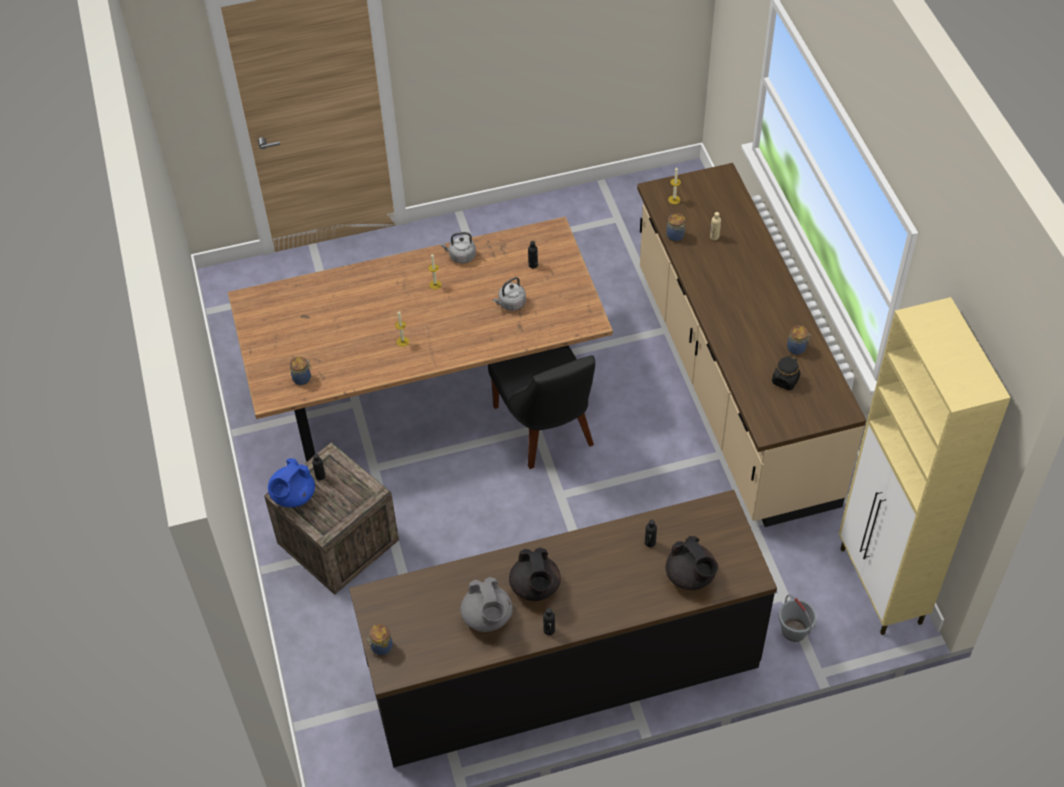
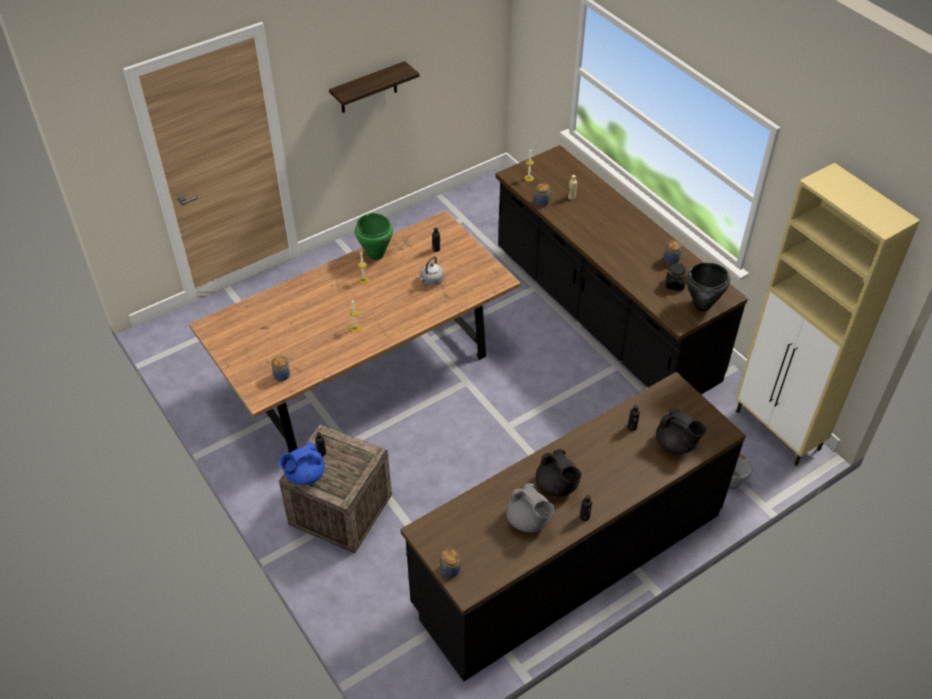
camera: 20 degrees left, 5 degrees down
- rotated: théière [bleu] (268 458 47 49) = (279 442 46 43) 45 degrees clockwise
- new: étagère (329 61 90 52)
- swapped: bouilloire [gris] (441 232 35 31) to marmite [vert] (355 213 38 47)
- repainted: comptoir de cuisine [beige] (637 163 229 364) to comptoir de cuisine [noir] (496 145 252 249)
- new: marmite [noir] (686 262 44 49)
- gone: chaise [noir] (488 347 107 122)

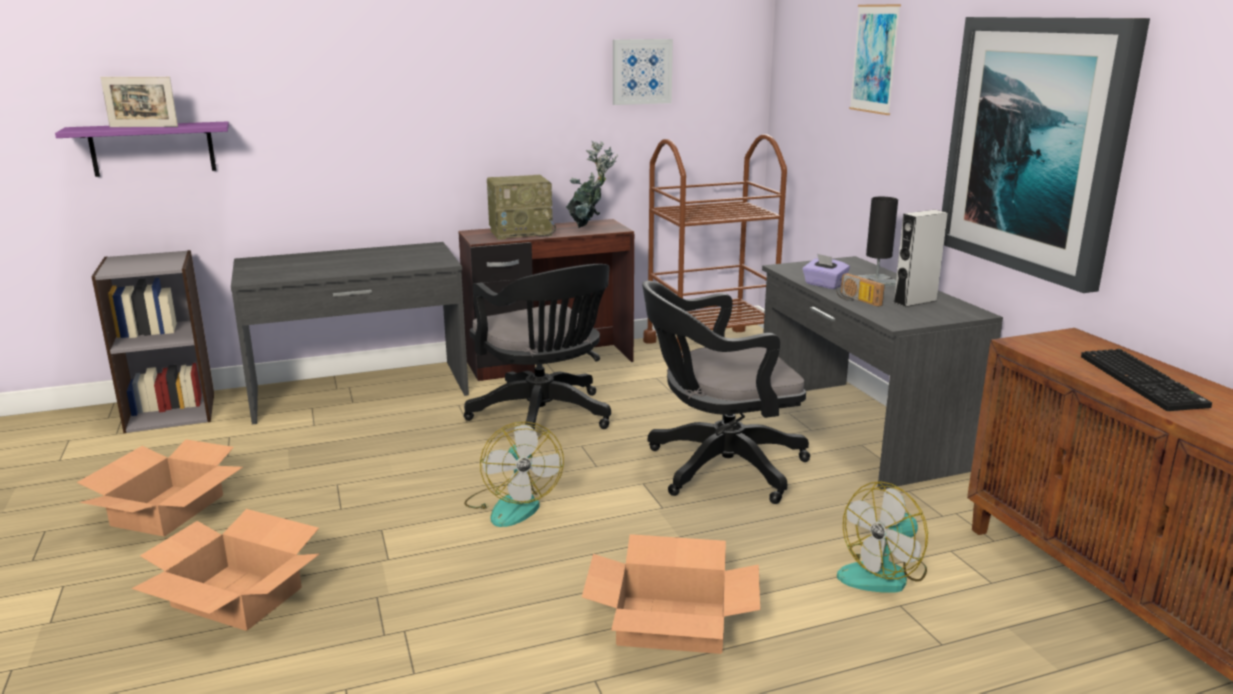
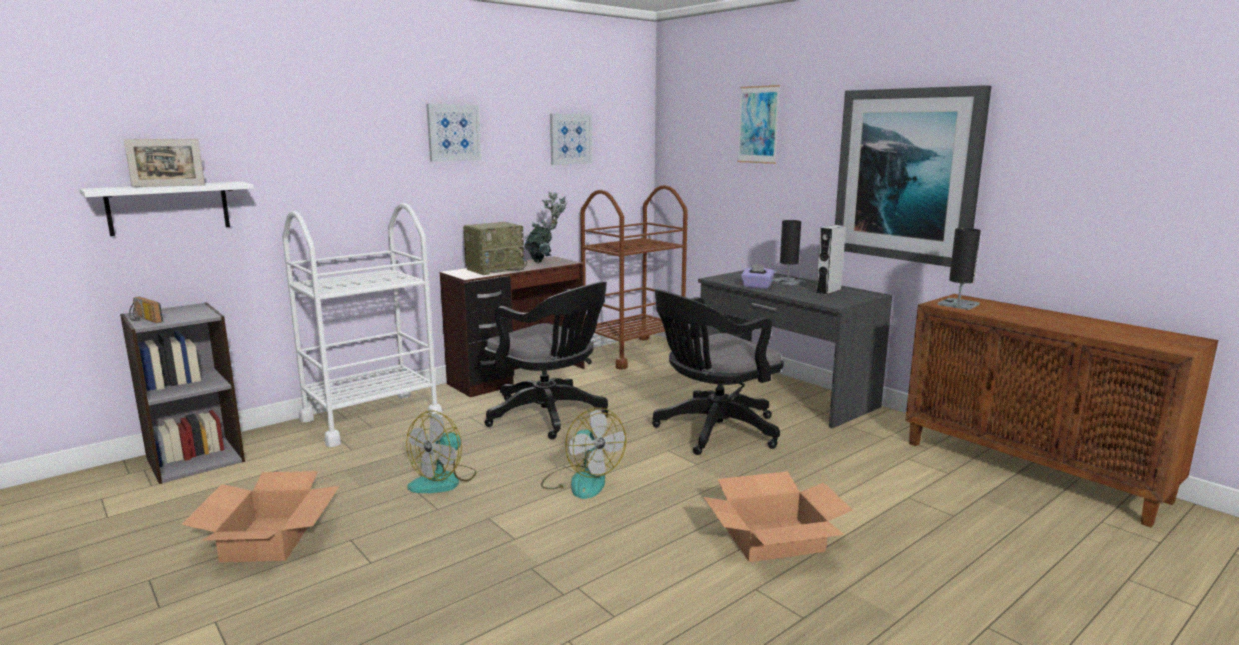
camera: 20 degrees left, 5 degrees down
- repainted: étagère [violet] (55 121 174 56) to étagère [blanc] (79 182 175 54)
- shifted: radio (836 273 49 34) to (129 296 34 27)
- swapped: bureau [gris] (231 242 238 183) to chariot [blanc] (282 203 161 244)
- shifted: ventilateur (837 481 91 112) to (406 411 70 82)
- new: tableau (426 104 55 58)
- new: lampe de table [noir] (938 228 43 82)
- gone: carton (131 509 188 122)
- gone: clavier (1081 349 131 62)

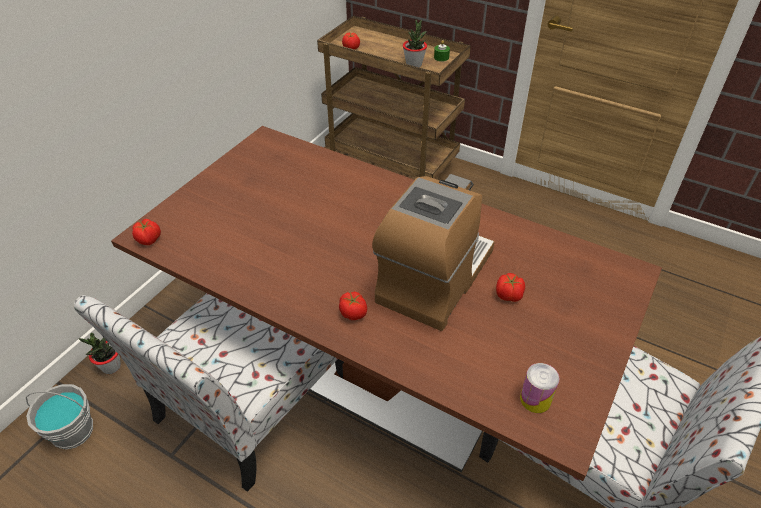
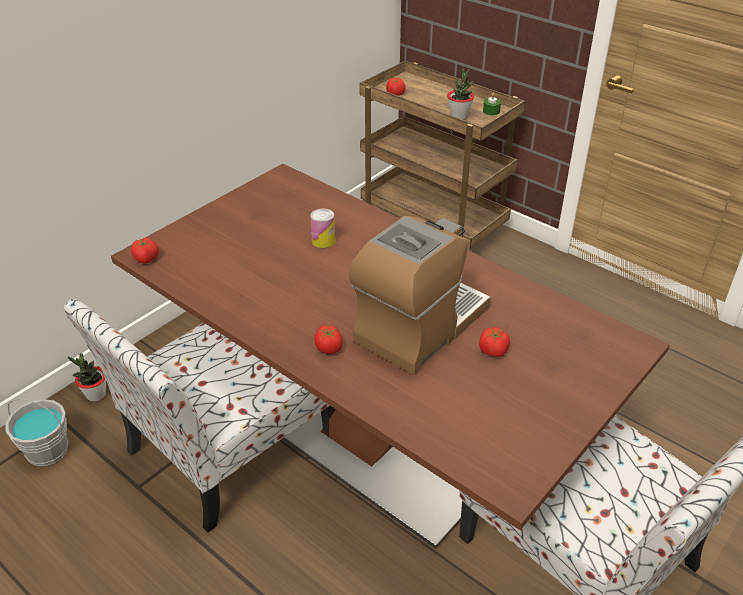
camera: 10 degrees right, 5 degrees down
- shifted: boîte métallique (520 363 39 50) to (310 208 25 40)

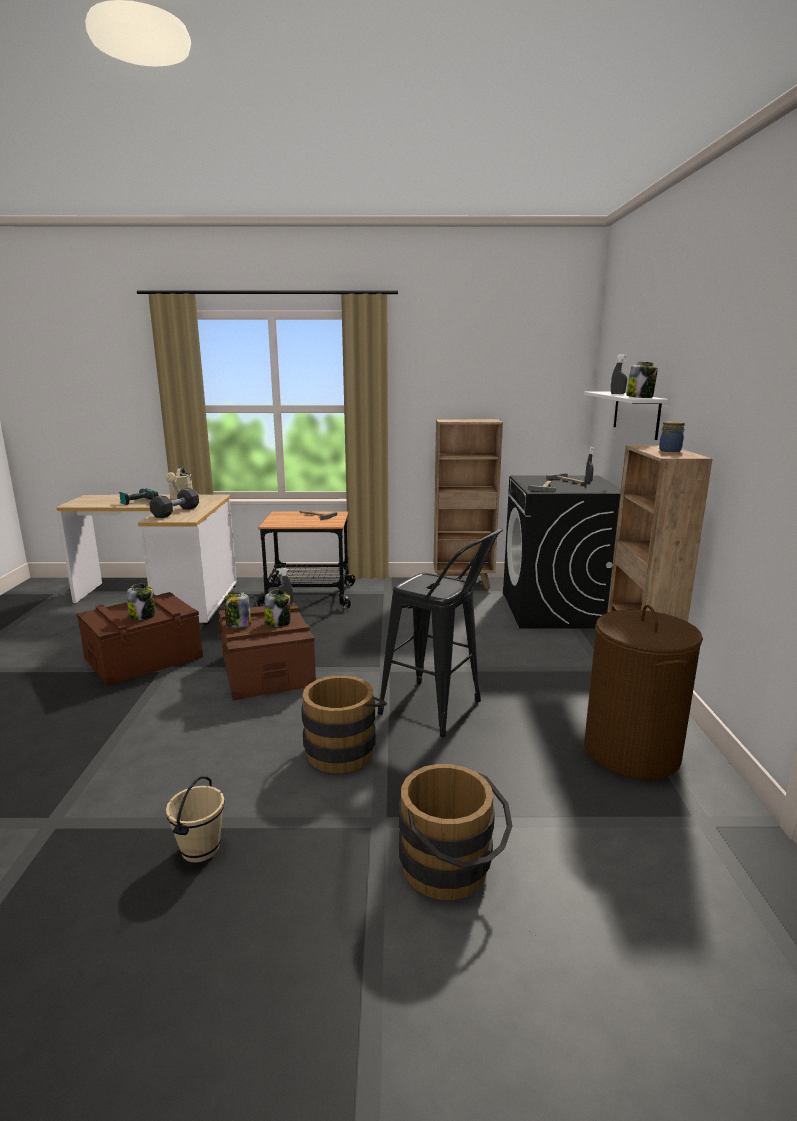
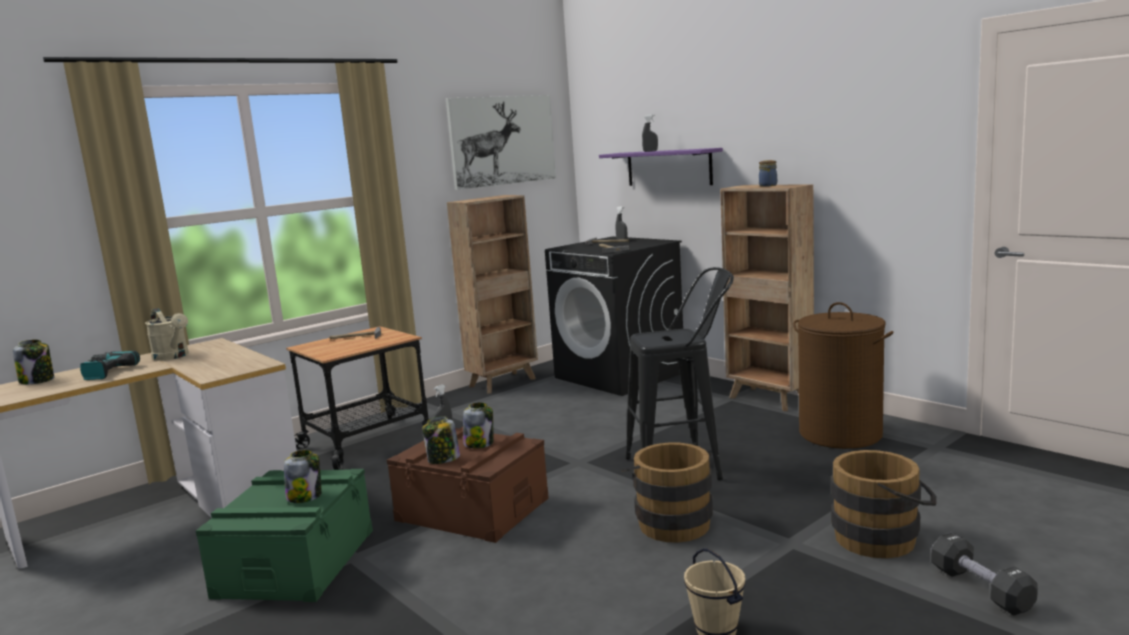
camera: 40 degrees left, 5 degrees down
- shifted: bocal (626 362 32 36) to (13 340 41 44)
- repainted: boîte de rangement [marron] (77 592 126 94) to boîte de rangement [vert] (196 469 177 133)
- new: tableau (446 95 110 95)
- repainted: étagère [blanc] (584 391 85 49) to étagère [violet] (599 148 124 38)
- shifted: haltère [noir] (149 488 50 30) to (931 532 107 83)

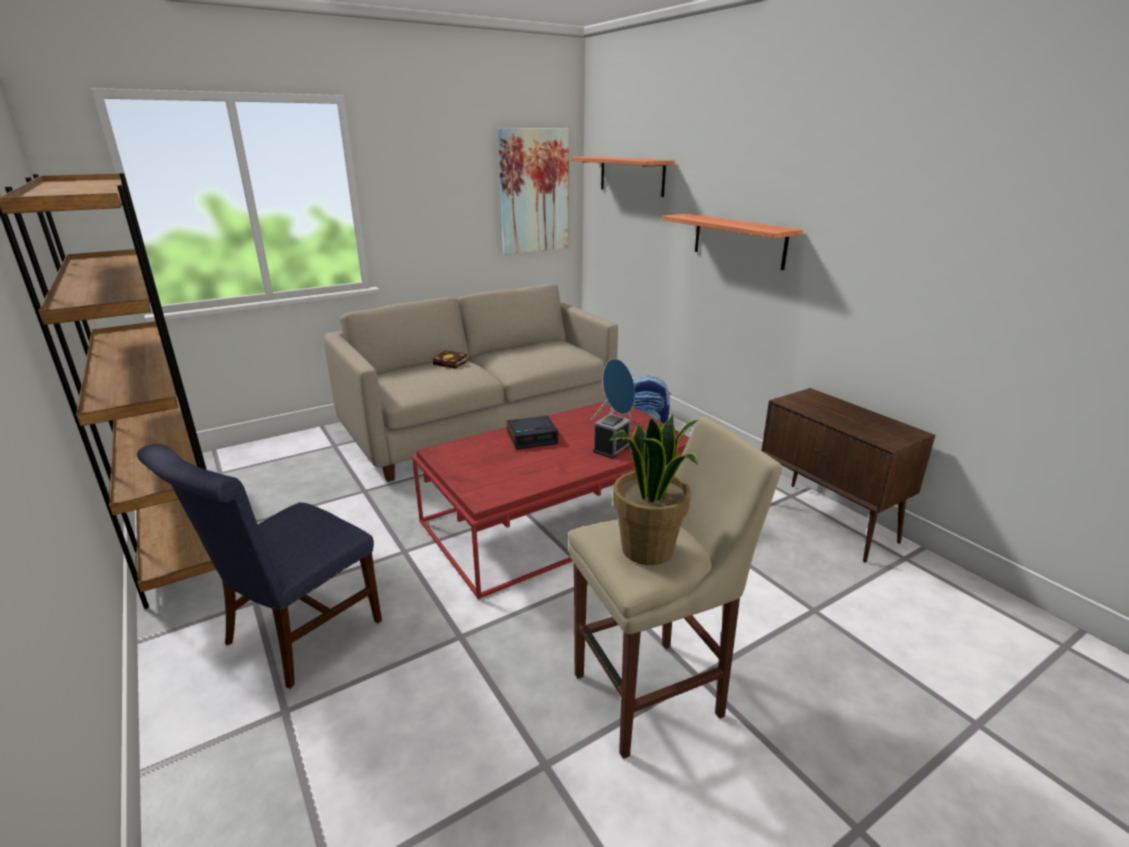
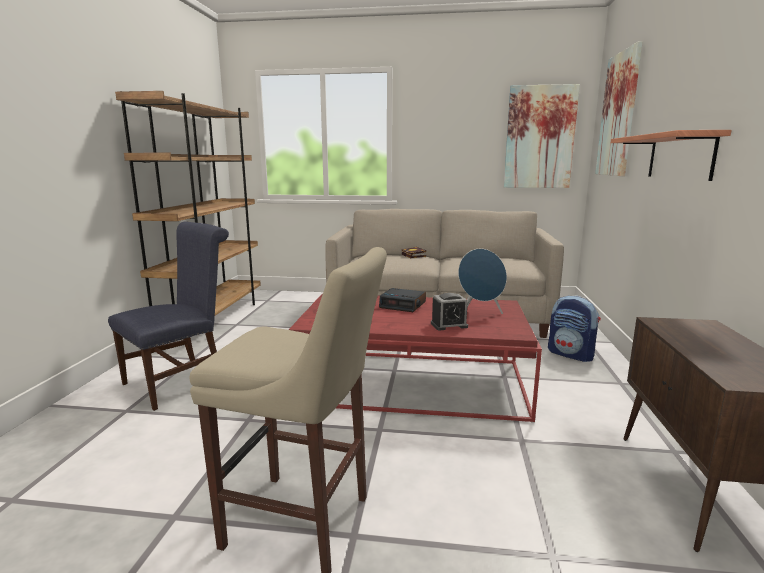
camera: 40 degrees right, 10 degrees down
- rotated: chaise [bleu] (137 444 245 245) = (108 221 121 190) 150 degrees clockwise
- swapped: étagère (571 156 104 41) to tableau (595 41 48 135)
- gone: plante en pot (610 415 88 150)

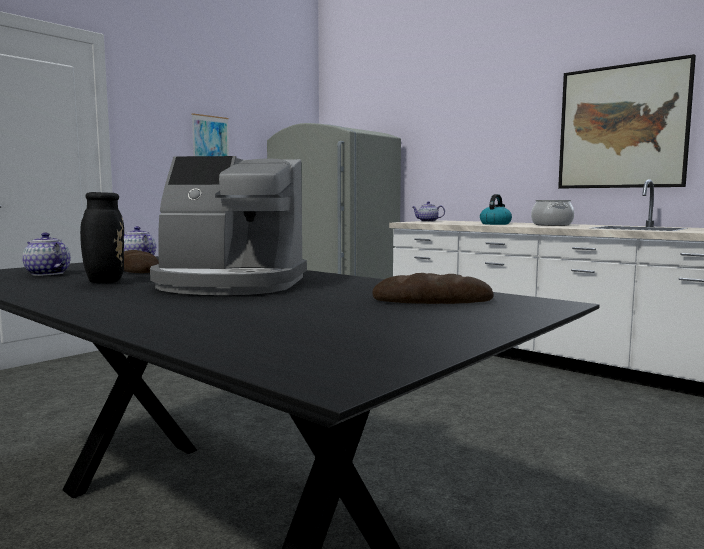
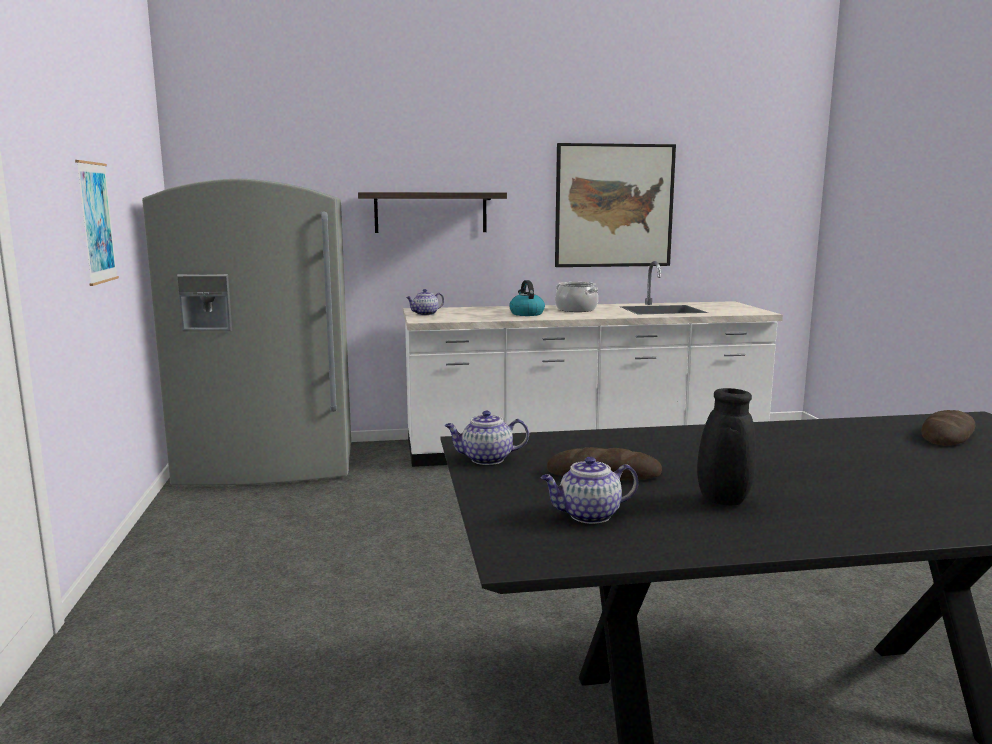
camera: 50 degrees left, 5 degrees up
- new: étagère (358 192 149 41)
- gone: machine à café (150 156 157 139)

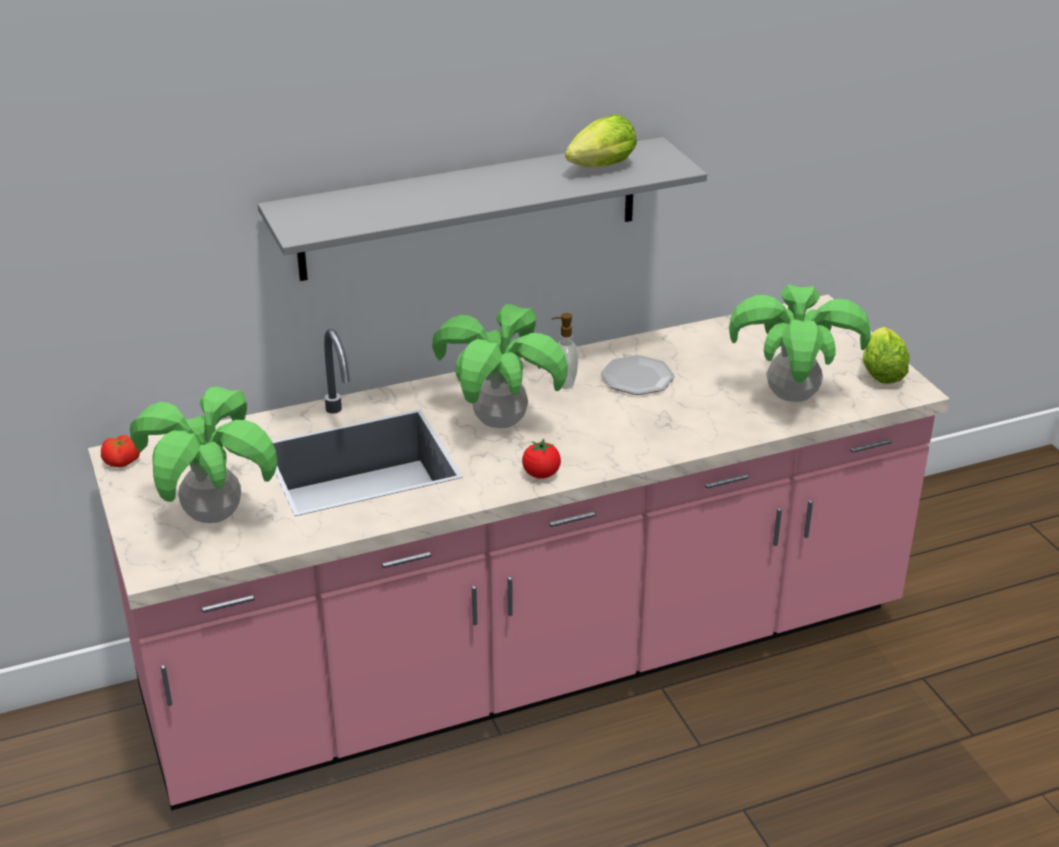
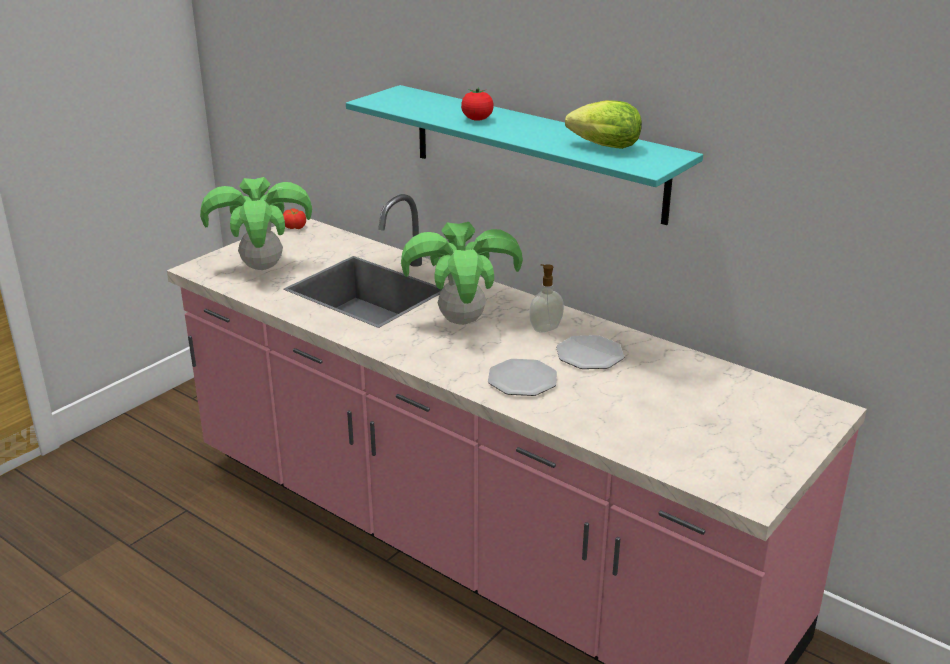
camera: 60 degrees right, 5 degrees down
- repainted: étagère [gris] (258 137 449 144) to étagère [turquoise] (346 85 357 140)
- shifted: tomate (522 439 39 40) to (461 88 33 33)
- new: assiette (488 359 69 37)
- gone: plante en pot (729 285 142 117)
- gone: laitue (863 327 46 57)

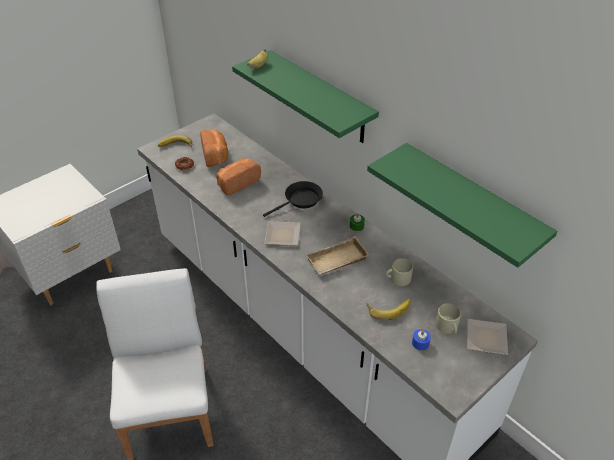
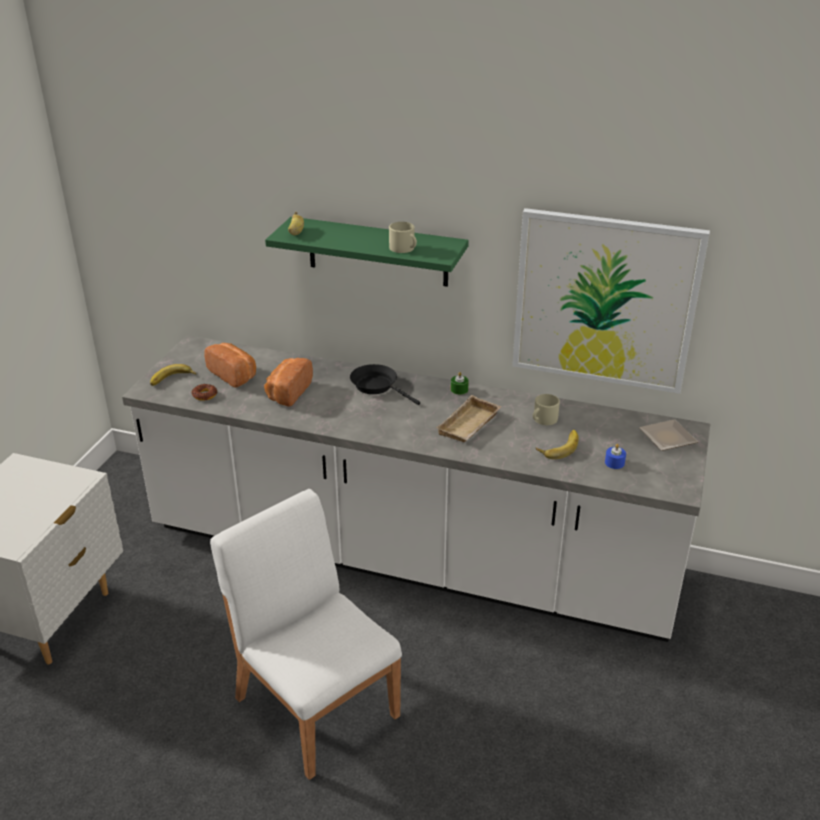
camera: 30 degrees left, 10 degrees down
- rotated: poêle [noir] (263 181 60 36) = (350 364 70 41) 75 degrees counterclockwise
- shifted: mug [beige] (436 303 25 31) to (389 222 28 31)
- swapped: étagère [vert] (367 143 190 125) to tableau (512 208 198 186)
- gone: assiette (264 221 37 25)

